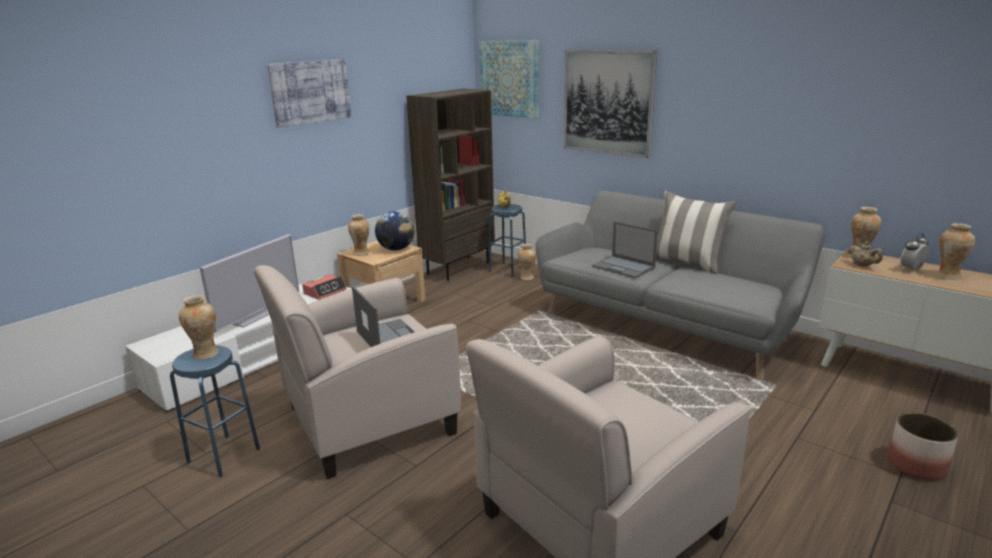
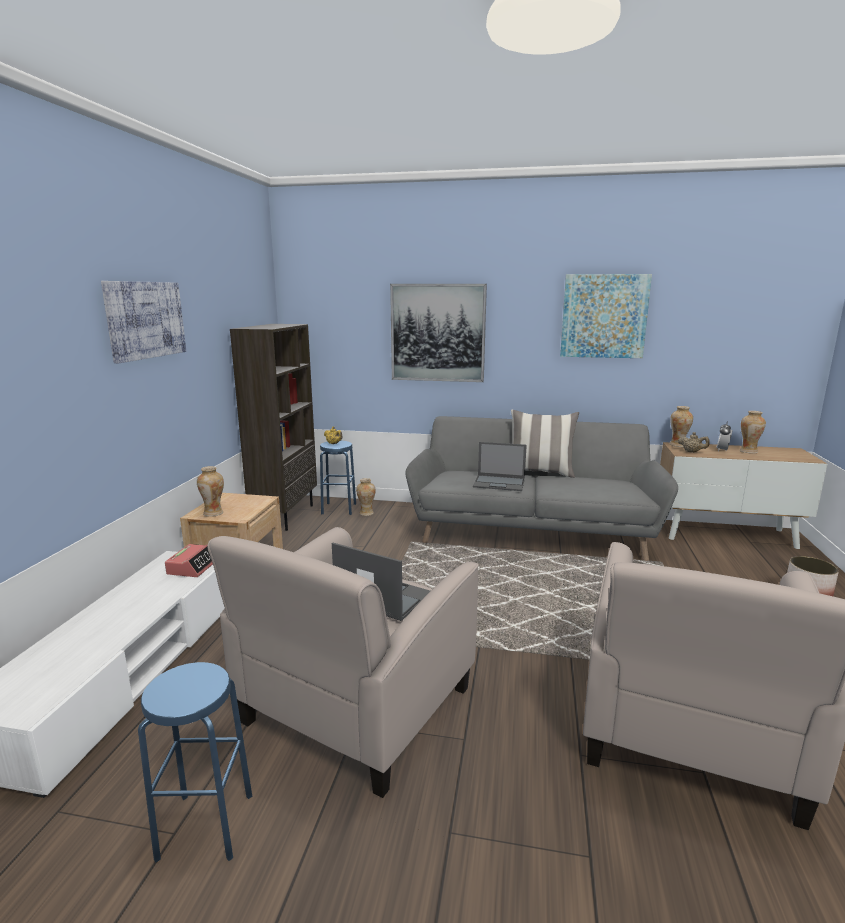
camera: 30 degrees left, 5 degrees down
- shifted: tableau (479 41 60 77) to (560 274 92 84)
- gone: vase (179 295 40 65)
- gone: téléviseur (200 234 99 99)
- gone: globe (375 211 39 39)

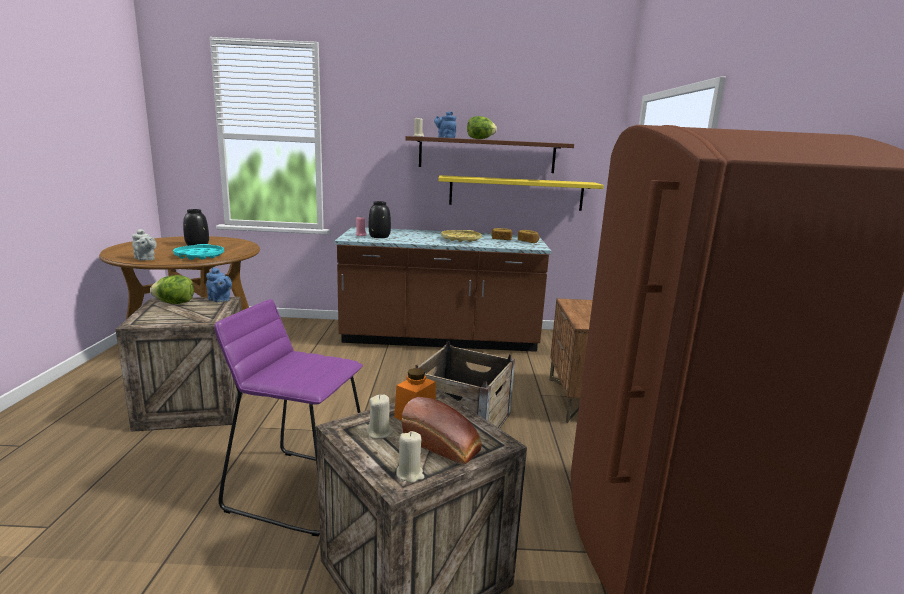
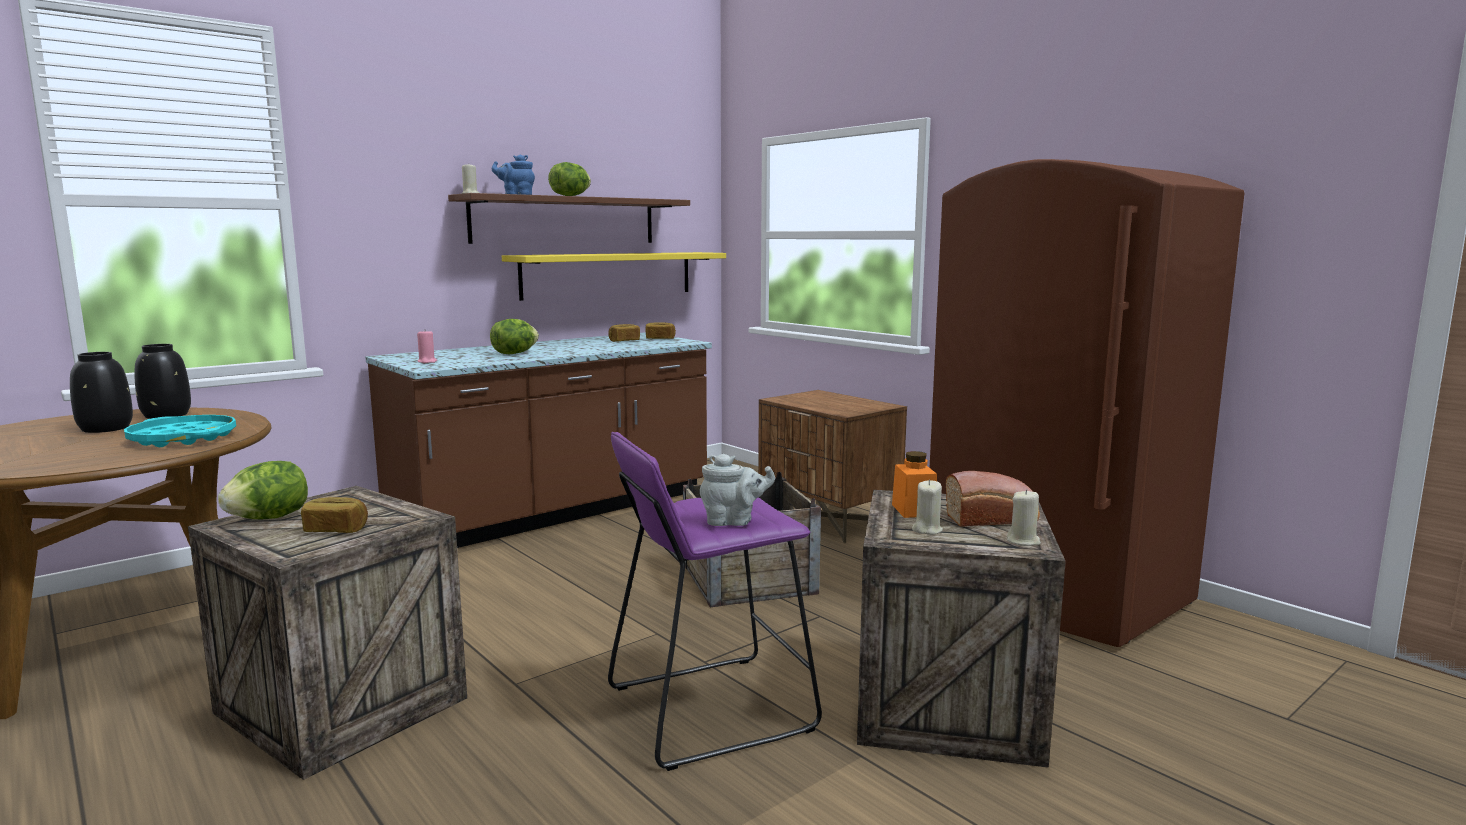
camera: 40 degrees left, 5 degrees down
- shifted: vase [noir] (369 201 22 37) to (134 344 57 75)
- new: pain (301 497 67 36)
- new: laitue (490 319 49 35)
- shifted: théière [gris] (132 229 25 31) to (700 454 75 72)
- gone: théière [bleu] (206 268 26 34)
- gone: plateau [jaune] (441 230 40 12)

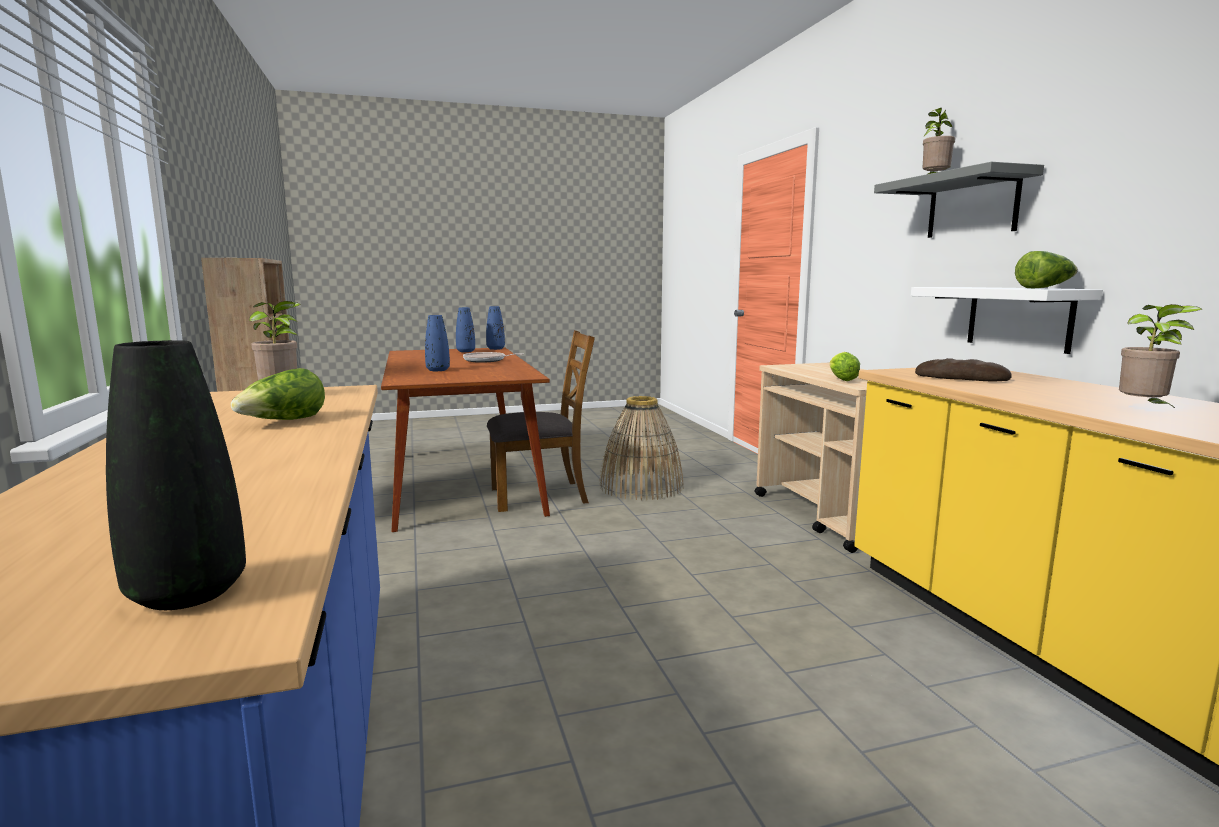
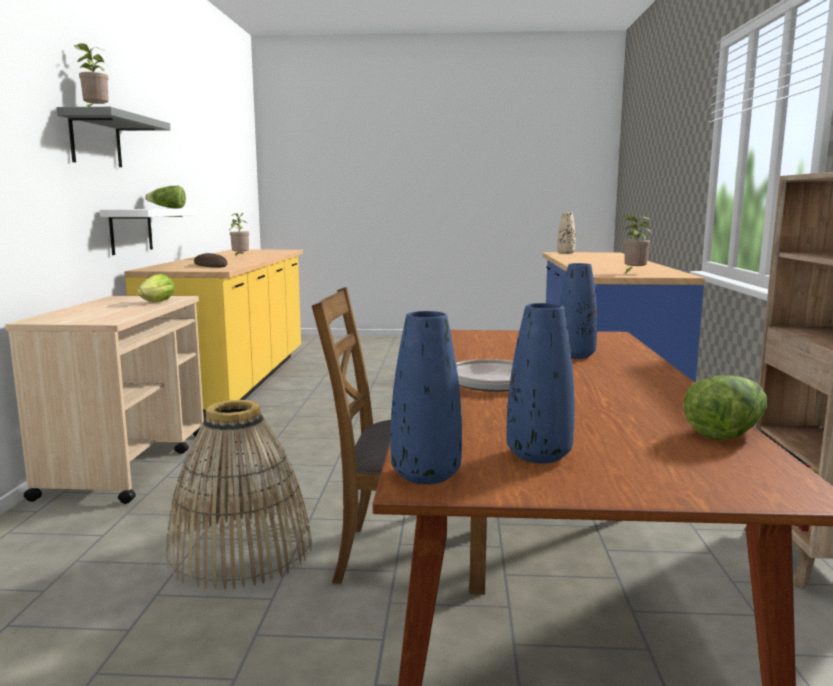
camera: 160 degrees left, 0 degrees up
- repainted: vase [noir] (106 340 140 270) to vase [beige] (557 212 18 42)
- shifted: laitue (231 368 94 52) to (684 375 84 65)

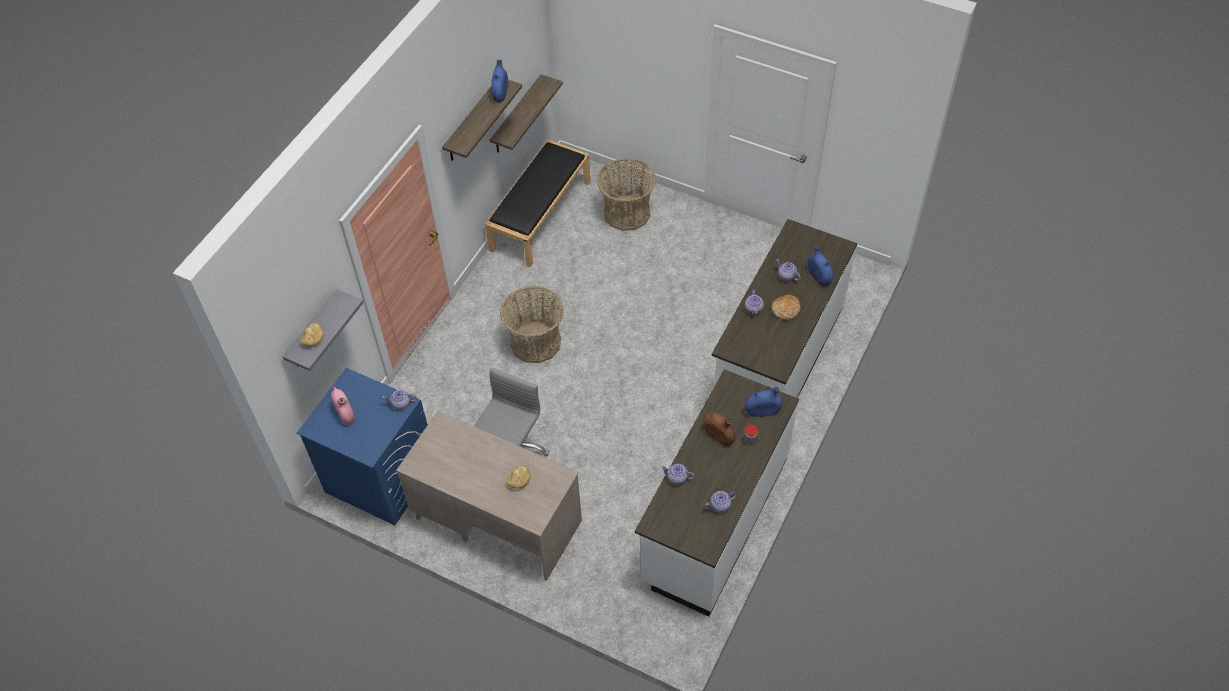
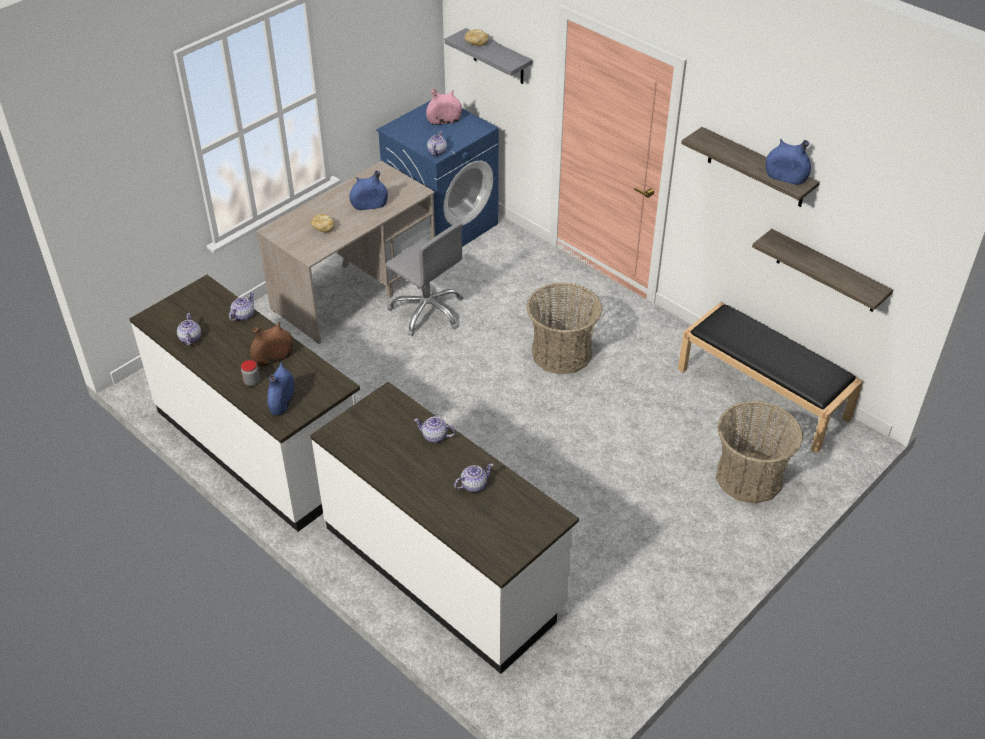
camera: 105 degrees right, 10 degrees down
- shifted: vase [bleu] (808 246 25 40) to (350 171 38 39)
- gone: pain (772 295 29 25)

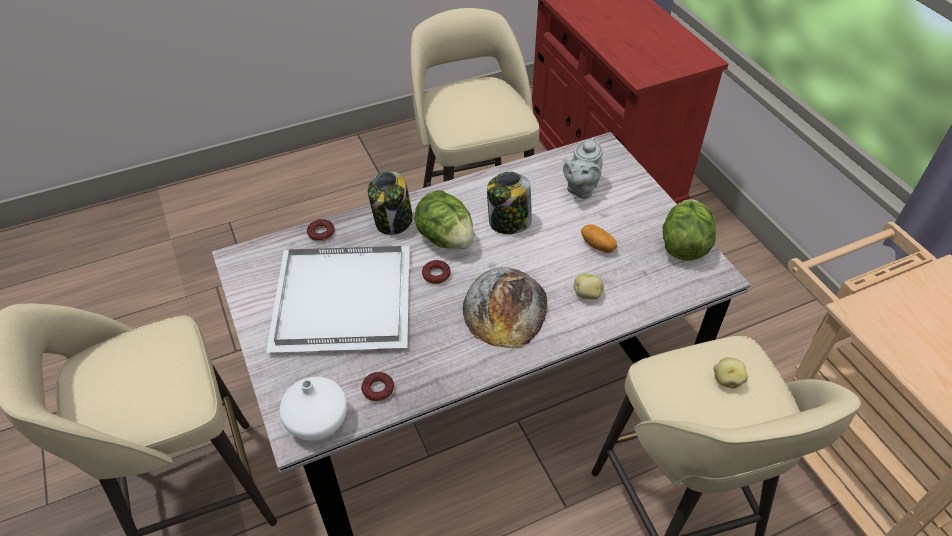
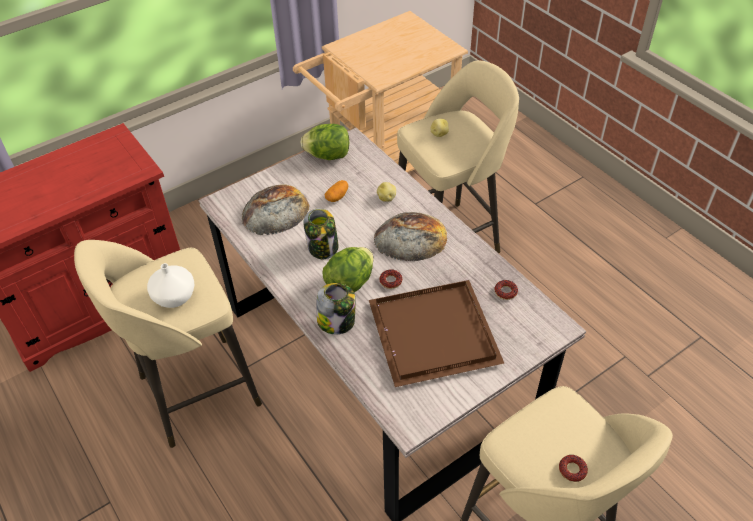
camera: 100 degrees left, 0 degrees up
- shifted: vase [blanc] (279 377 69 64) to (147 263 47 45)
- swapped: théière [gris] (563 137 40 62) to pain (242 184 68 51)
- repainted: plateau [blanc] (266 246 144 107) to plateau [marron] (369 280 135 107)
- shifted: beignet (307 219 28 23) to (559 455 29 27)

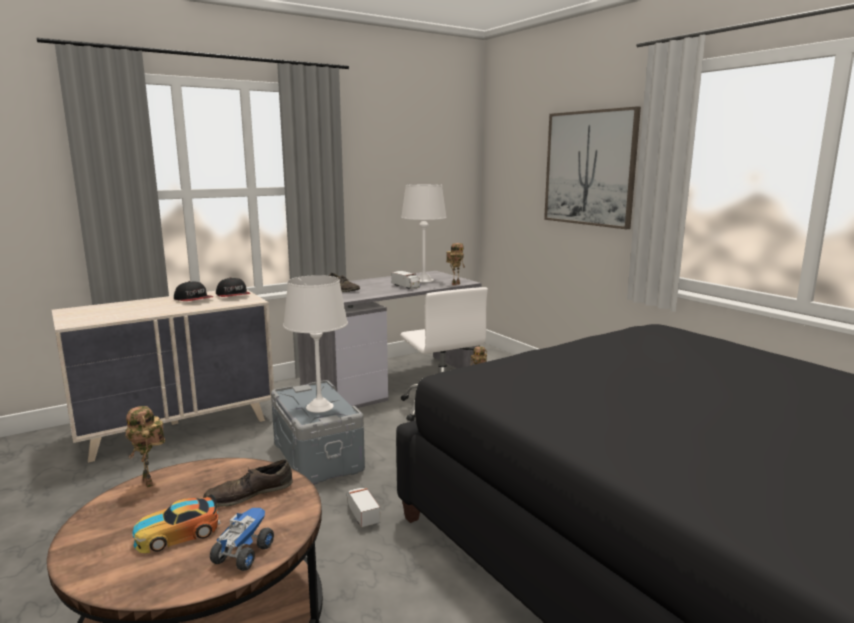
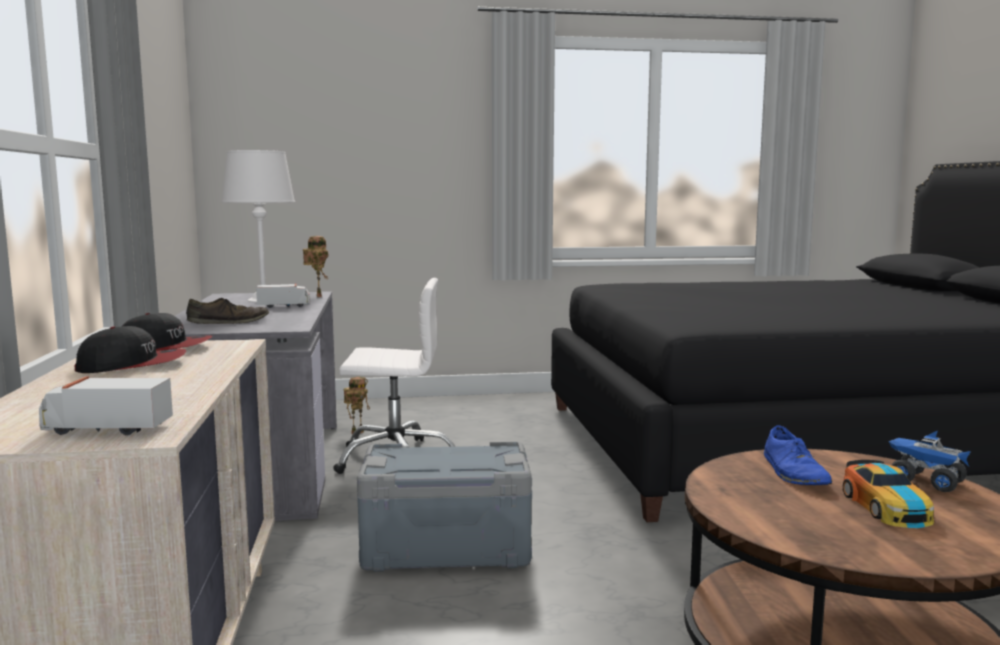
camera: 65 degrees left, 5 degrees down
- shifted: camion jouet (347 488 33 39) to (39 376 134 59)
- repainted: chaussure [marron] (203 460 90 47) to chaussure [bleu] (764 425 68 60)
- gone: robot jouet (125 406 40 82)
- gone: lampe de table [blanc] (283 275 65 138)
- gone: tableau (544 106 97 123)

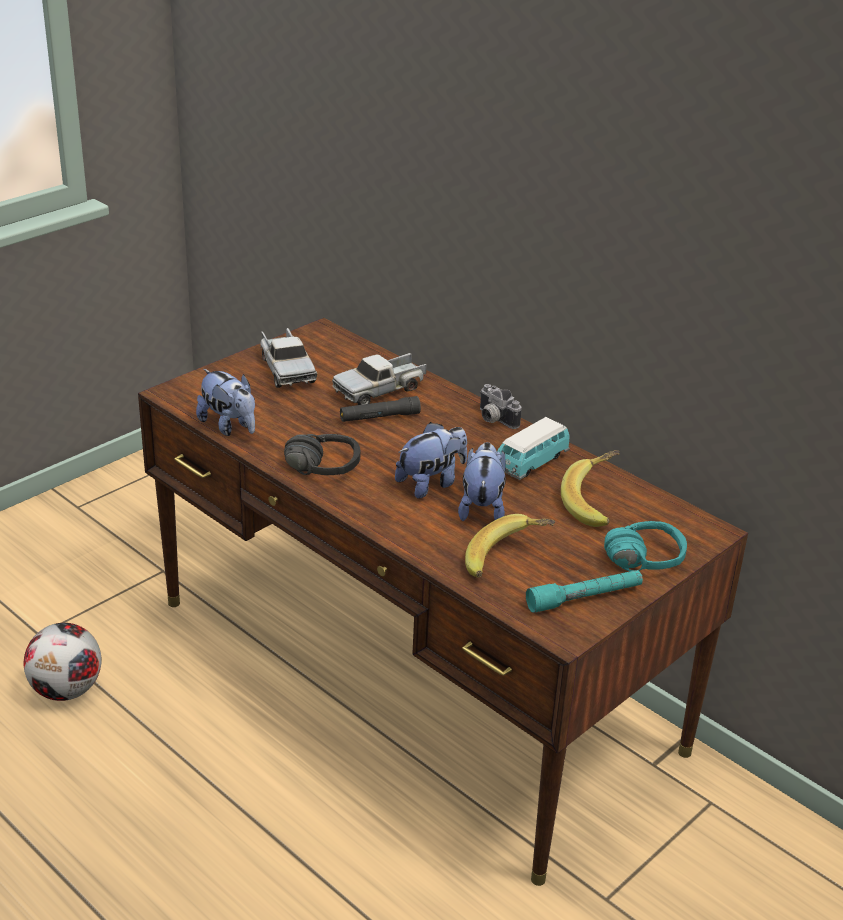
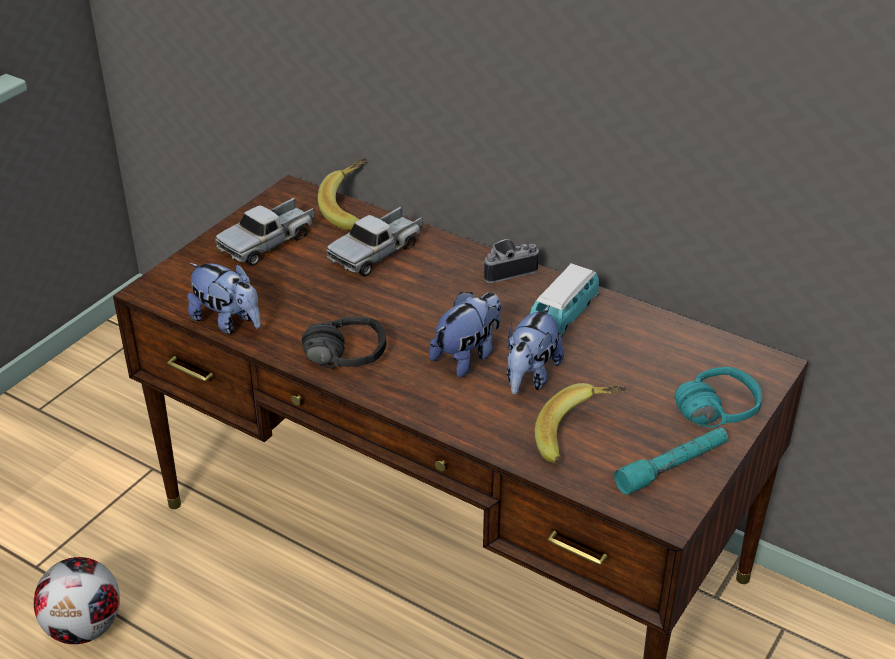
camera: 10 degrees left, 5 degrees up
- rotated: camion jouet (261 328 56 60) = (215 198 100 68) 75 degrees clockwise
- shifted: banane (561 450 59 77) to (318 158 50 72)
- rotated: appareil photo (480 384 42 45) = (482 239 57 44) 120 degrees clockwise
- rotated: peluche (458 442 48 79) = (507 305 57 90) 150 degrees counterclockwise
- gone: lampe de poche [noir] (340 396 81 26)

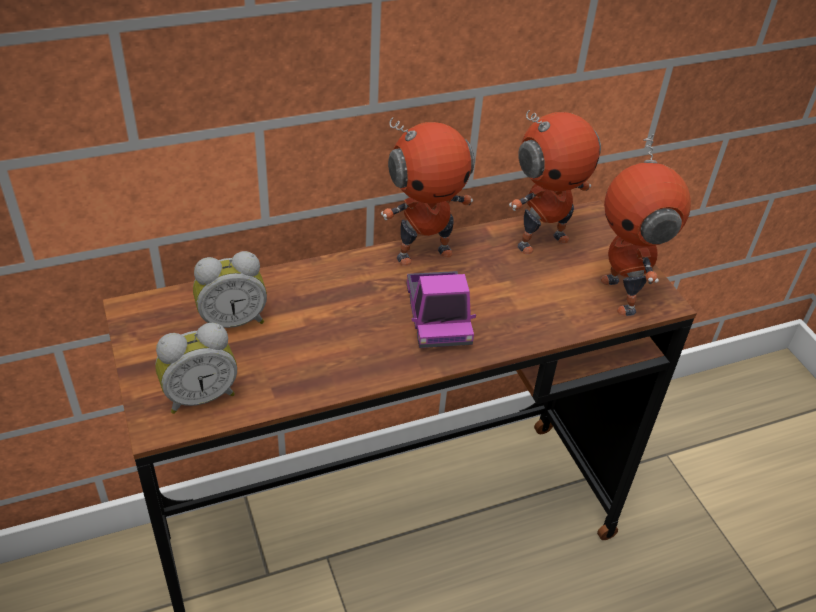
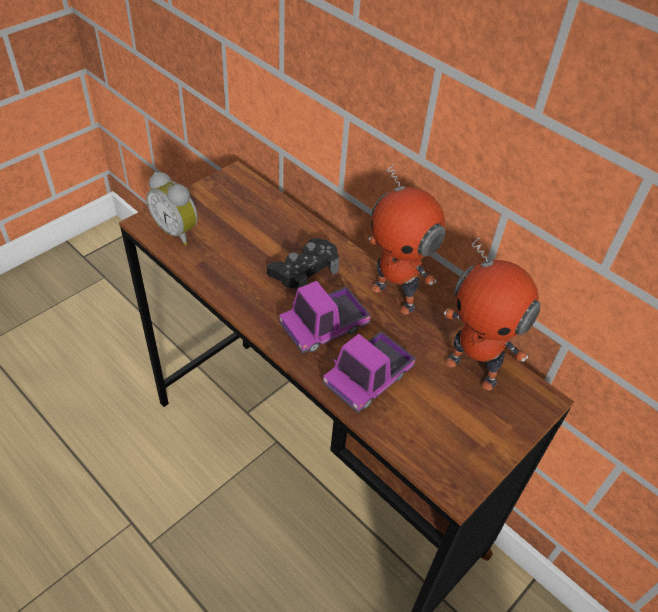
camera: 65 degrees right, 5 degrees up
- new: manette [noir] (267 238 72 53)
- new: camion jouet (323 331 93 82)
- gone: réveil (193 251 74 77)
- gone: robot jouet (600 134 91 182)

